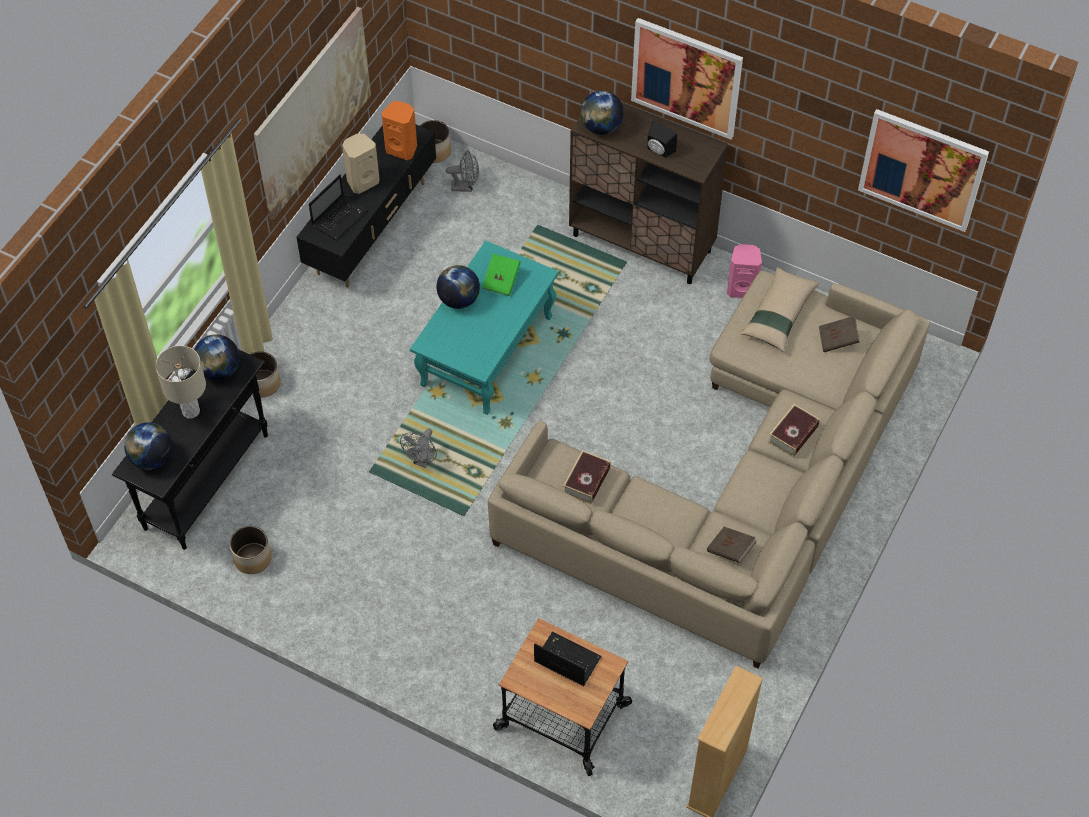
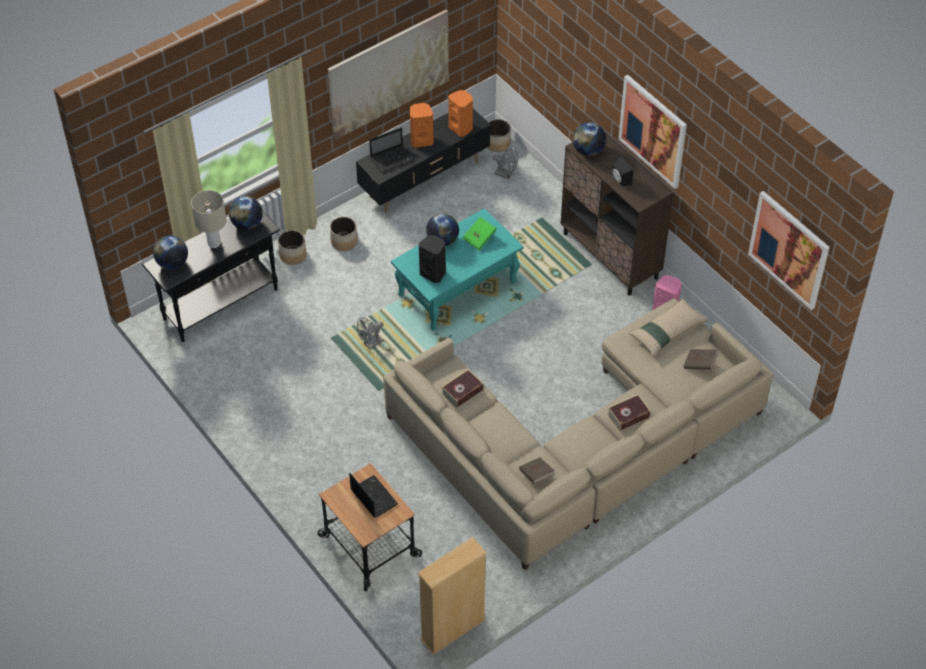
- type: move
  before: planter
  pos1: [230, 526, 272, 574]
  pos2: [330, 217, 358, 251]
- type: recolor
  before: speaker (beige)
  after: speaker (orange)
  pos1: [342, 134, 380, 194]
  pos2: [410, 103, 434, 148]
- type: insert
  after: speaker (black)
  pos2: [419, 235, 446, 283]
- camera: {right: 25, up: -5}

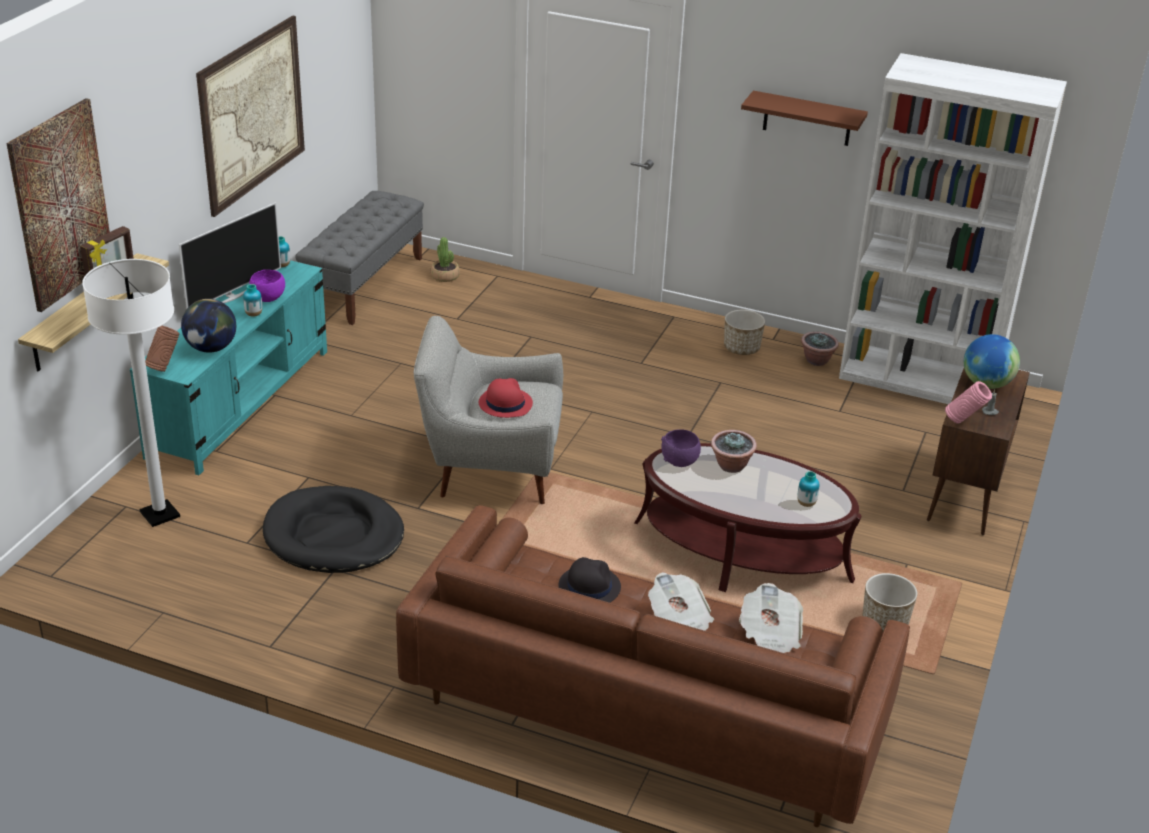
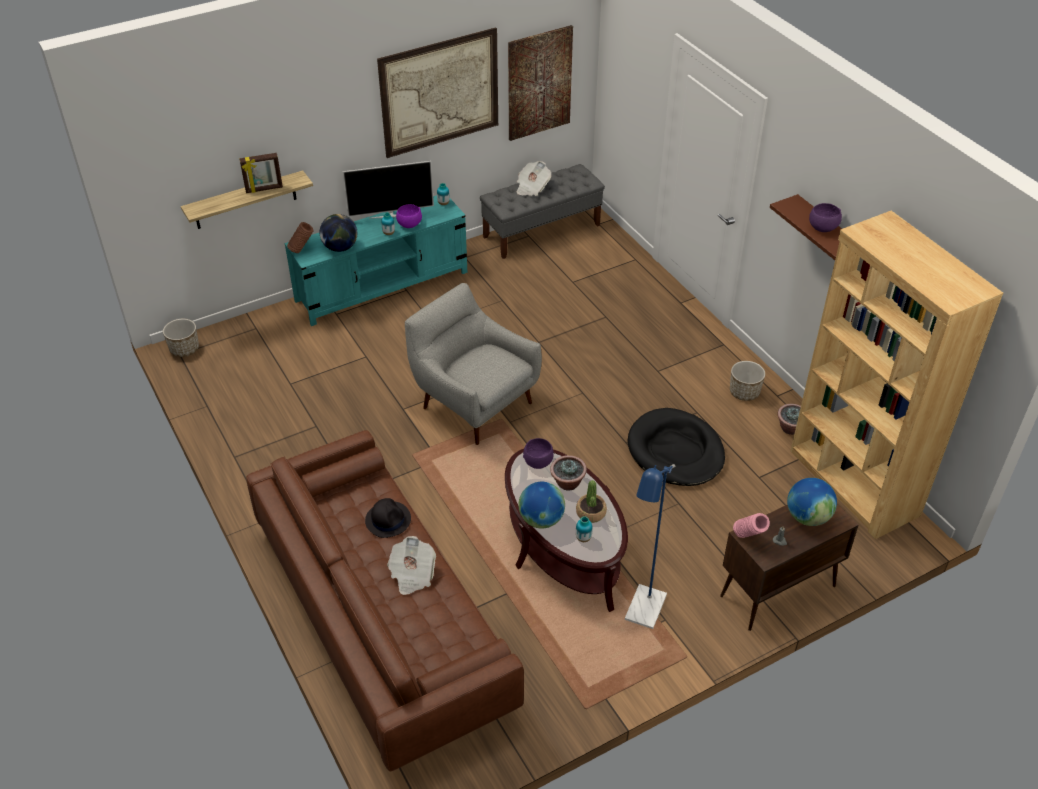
- type: move
  before: planter
  pos1: [863, 573, 917, 632]
  pos2: [163, 319, 199, 357]
- type: move
  before: picture
  pos1: [7, 98, 110, 312]
  pos2: [508, 25, 573, 141]
- type: move
  before: newspaper
  pos1: [739, 583, 803, 653]
  pos2: [517, 161, 551, 196]
- type: insert
  after: globe
  pos2: [518, 482, 565, 529]
- type: move
  before: potted plant
  pos1: [431, 237, 460, 282]
  pos2: [576, 480, 607, 523]
- type: insert
  after: floor lamp (blue)
  pos2: [625, 464, 675, 629]
- type: move
  before: dog bed (black)
  pos1: [263, 486, 404, 573]
  pos2: [628, 408, 725, 486]
- type: recolor
  before: bookcase (white)
  after: bookcase (brown)
  pos1: [839, 53, 1067, 404]
  pos2: [790, 211, 1003, 539]
- type: insert
  after: bowl (purple)
  pos2: [809, 203, 842, 232]
- type: delete
  before: floor lamp (white)
  pos1: [82, 259, 180, 527]
- type: delete
  before: hat (red)
  pos1: [479, 378, 533, 418]
- camera: {right: 40, up: 10}

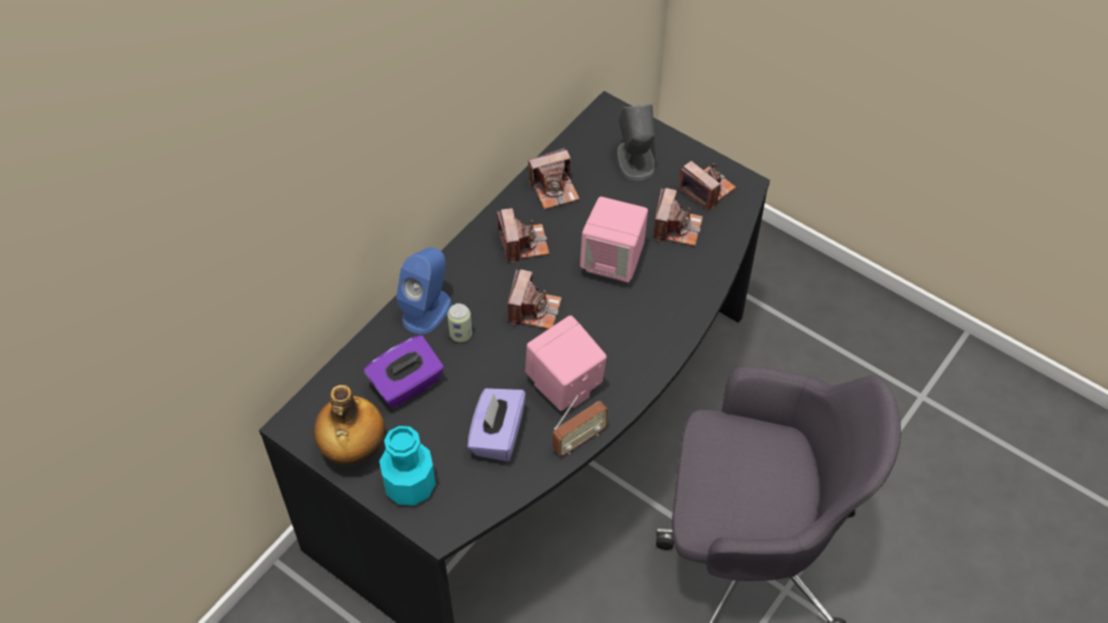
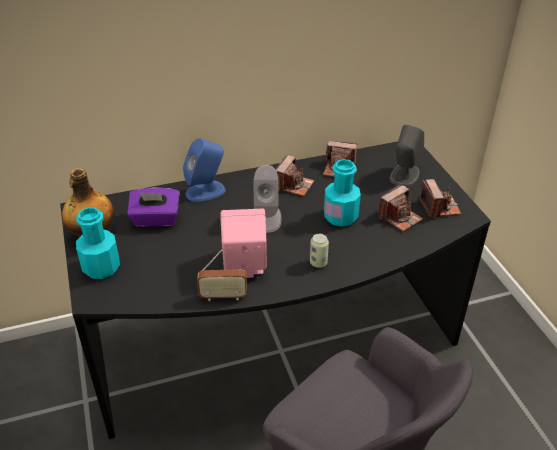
- type: replace
  before: photo camera
  after: speaker (grey)
  pos1: [508, 269, 562, 329]
  pos2: [254, 165, 282, 233]
- type: move
  before: can
  pos1: [447, 303, 472, 342]
  pos2: [310, 234, 329, 268]
- type: replace
  before: speaker (pink)
  after: bottle (turquoise)
  pos1: [580, 197, 648, 283]
  pos2: [324, 159, 361, 227]
- type: delete
  before: tissue box (purple)
  pos1: [468, 388, 526, 462]
- camera: {right: 35, up: -15}

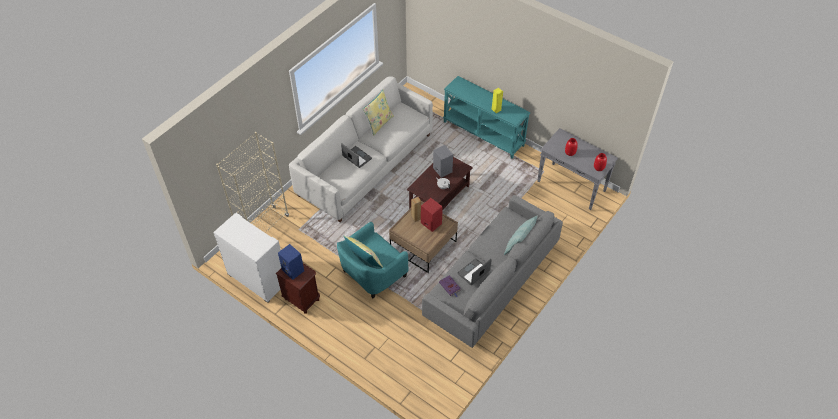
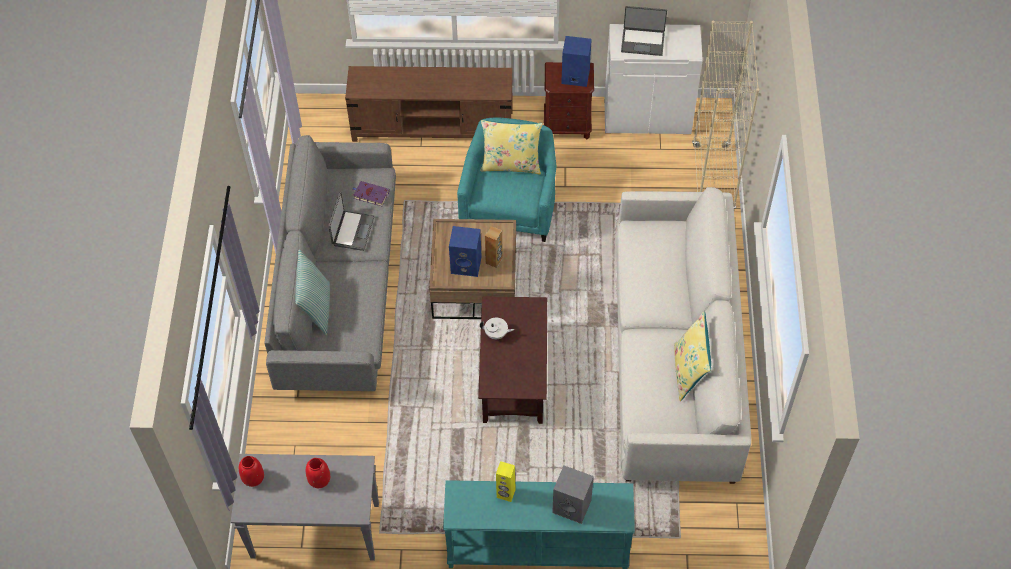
- type: insert
  after: tv stand (brown)
  pos2: [345, 66, 513, 142]
- type: recolor
  before: speaker (red)
  after: speaker (blue)
  pos1: [421, 198, 443, 232]
  pos2: [449, 226, 482, 277]
- type: move
  before: speaker (grey)
  pos1: [433, 145, 453, 178]
  pos2: [552, 466, 594, 524]
- type: move
  before: laptop
  pos1: [341, 143, 372, 168]
  pos2: [621, 6, 667, 56]
- camera: {right: 145, up: 5}

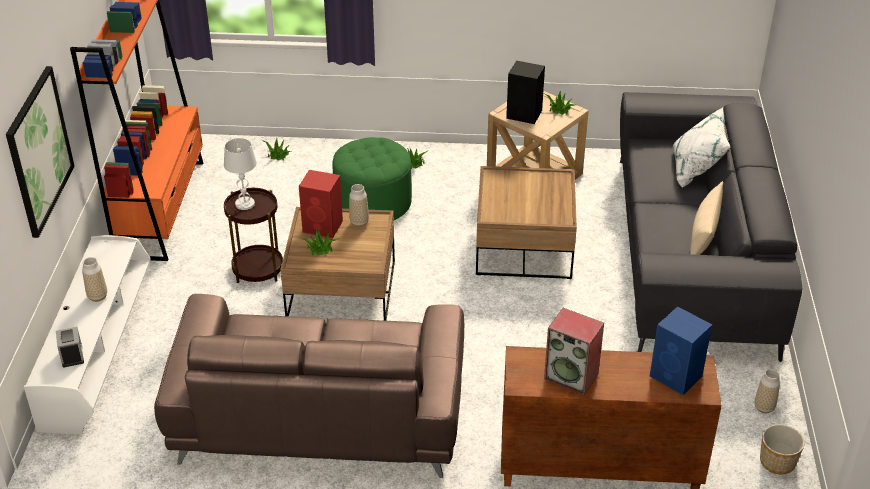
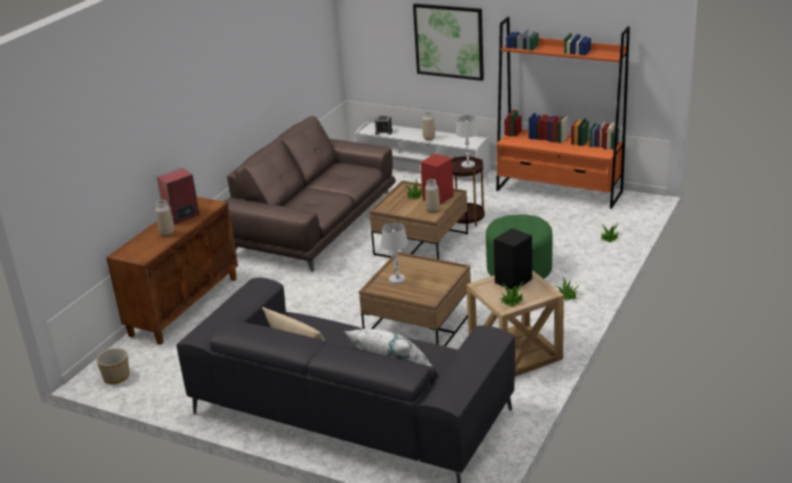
- type: move
  before: vase
  pos1: [755, 369, 780, 413]
  pos2: [156, 200, 175, 237]
- type: insert
  after: table lamp (white)
  pos2: [381, 222, 408, 284]
- type: delete
  before: speaker (blue)
  pos1: [650, 306, 712, 395]
- camera: {right: 115, up: -10}

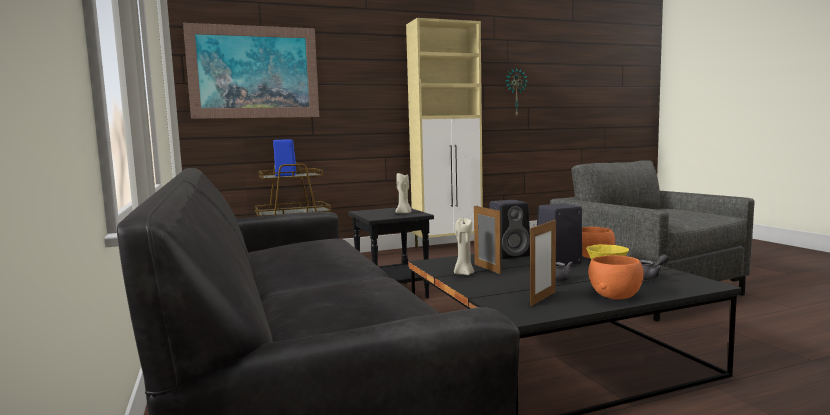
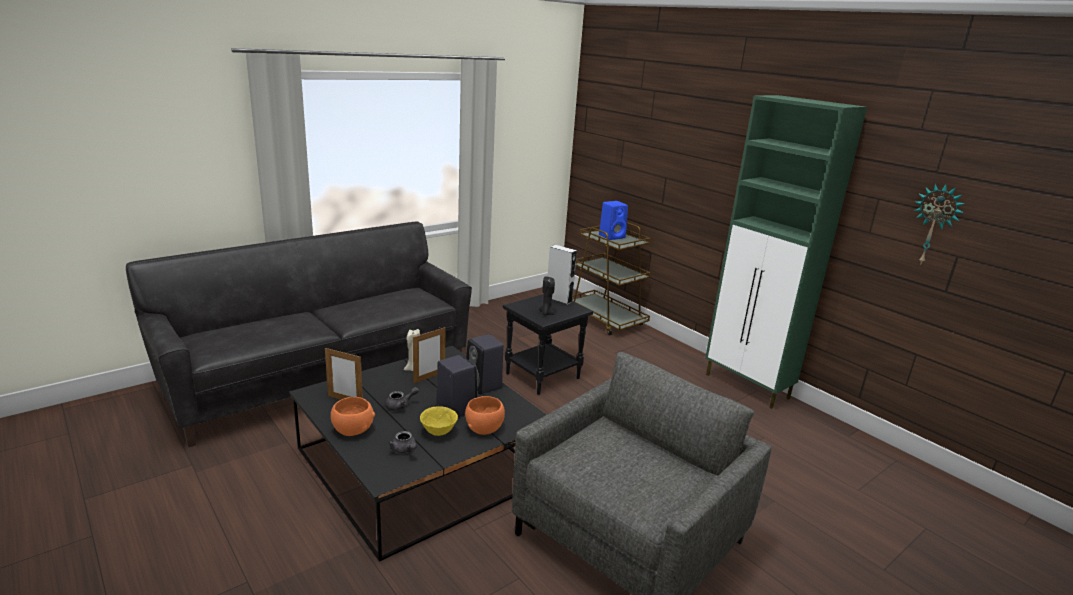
- type: recolor
  before: candle (beige)
  after: candle (black)
  pos1: [395, 172, 412, 213]
  pos2: [539, 276, 555, 316]
- type: insert
  after: speaker (grey)
  pos2: [548, 245, 577, 305]
- type: recolor
  before: cabinet (beige)
  after: cabinet (green)
  pos1: [406, 18, 483, 248]
  pos2: [705, 95, 867, 409]
- type: delete
  before: picture
  pos1: [183, 23, 319, 119]
- camera: {right: 70, up: 15}

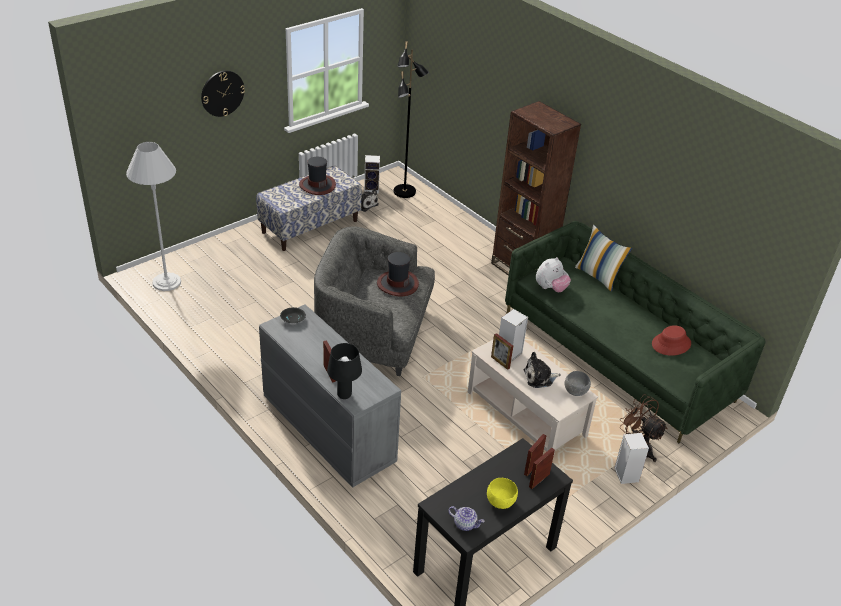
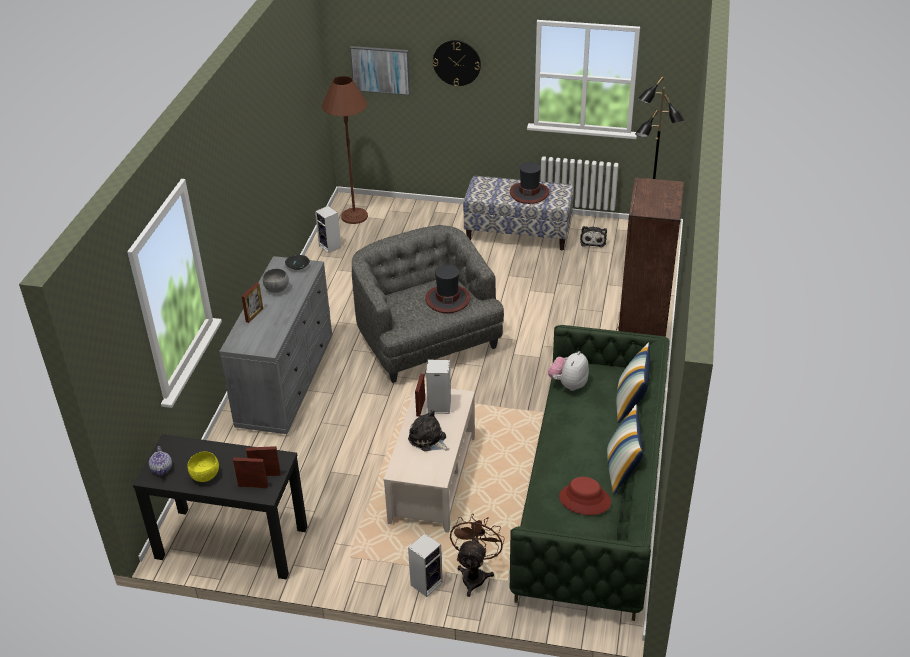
- type: move
  before: bowl (grey)
  pos1: [565, 371, 591, 396]
  pos2: [263, 269, 289, 293]
- type: move
  before: speaker
  pos1: [364, 155, 380, 194]
  pos2: [315, 206, 341, 253]
- type: recolor
  before: floor lamp (white)
  after: floor lamp (brown)
  pos1: [126, 142, 181, 291]
  pos2: [322, 76, 368, 224]
- type: insert
  after: picture
  pos2: [350, 46, 410, 96]
- type: rotate
  before: plush toy
  pos1: [536, 257, 571, 292]
  pos2: [548, 351, 589, 391]
  turn: 105
- type: insert
  after: pillow
  pos2: [607, 405, 643, 495]
- type: delete
  before: table lamp (black)
  pos1: [327, 343, 362, 399]
- camera: {right: 55, up: 0}

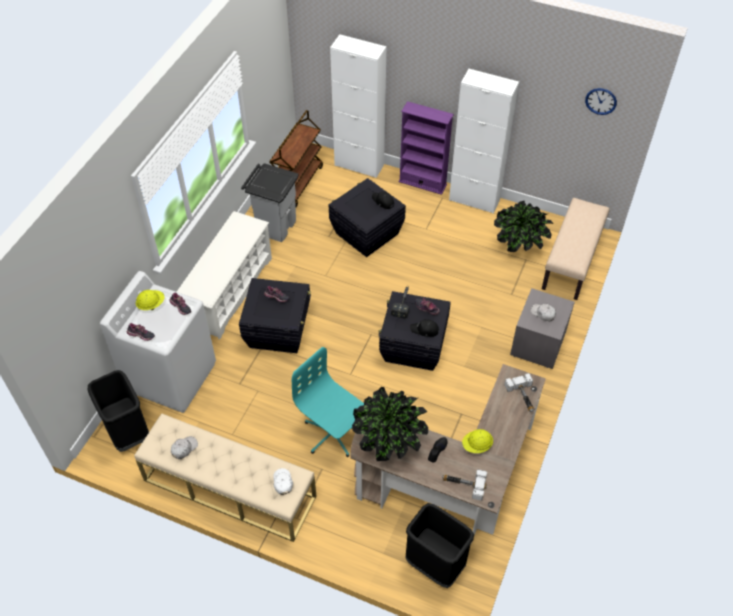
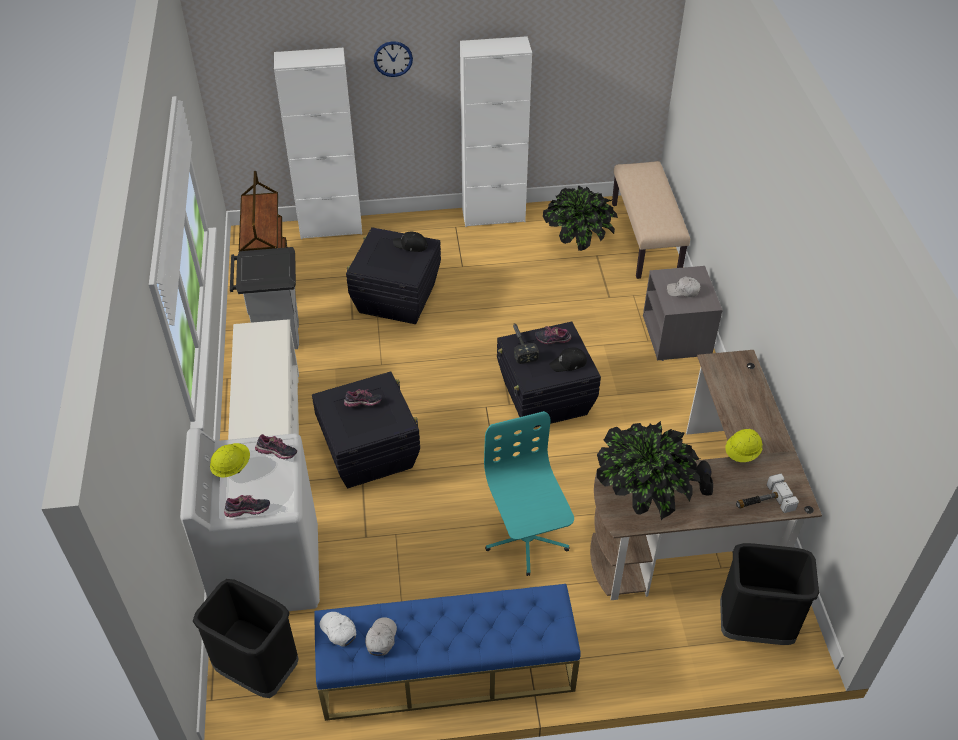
- type: recolor
  before: bench (beige)
  after: bench (blue)
  pos1: [134, 413, 317, 542]
  pos2: [315, 584, 581, 721]
- type: move
  before: cap (white)
  pos1: [273, 468, 293, 495]
  pos2: [320, 612, 356, 647]
- type: move
  before: wall clock
  pos1: [585, 88, 617, 115]
  pos2: [374, 41, 413, 77]
- type: rotate
  before: office chair (turquoise)
  pos1: [292, 347, 364, 457]
  pos2: [484, 411, 574, 576]
  turn: 60
- type: delete
  before: bookcase (purple)
  pos1: [399, 101, 454, 195]
- type: delete
  before: hammer
  pos1: [504, 373, 534, 412]
- camera: {right: -30, up: -5}

